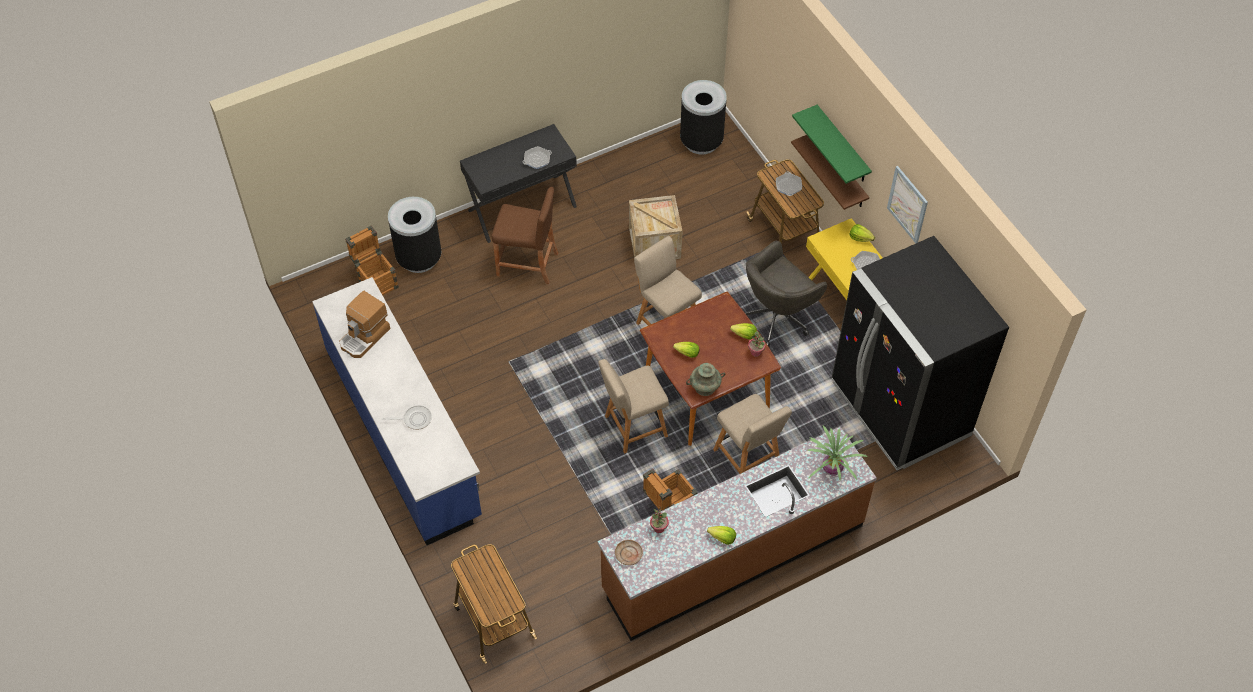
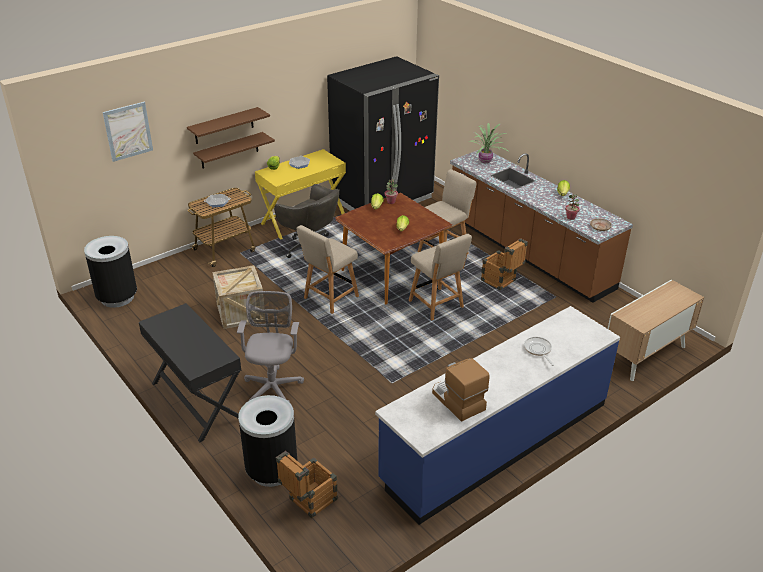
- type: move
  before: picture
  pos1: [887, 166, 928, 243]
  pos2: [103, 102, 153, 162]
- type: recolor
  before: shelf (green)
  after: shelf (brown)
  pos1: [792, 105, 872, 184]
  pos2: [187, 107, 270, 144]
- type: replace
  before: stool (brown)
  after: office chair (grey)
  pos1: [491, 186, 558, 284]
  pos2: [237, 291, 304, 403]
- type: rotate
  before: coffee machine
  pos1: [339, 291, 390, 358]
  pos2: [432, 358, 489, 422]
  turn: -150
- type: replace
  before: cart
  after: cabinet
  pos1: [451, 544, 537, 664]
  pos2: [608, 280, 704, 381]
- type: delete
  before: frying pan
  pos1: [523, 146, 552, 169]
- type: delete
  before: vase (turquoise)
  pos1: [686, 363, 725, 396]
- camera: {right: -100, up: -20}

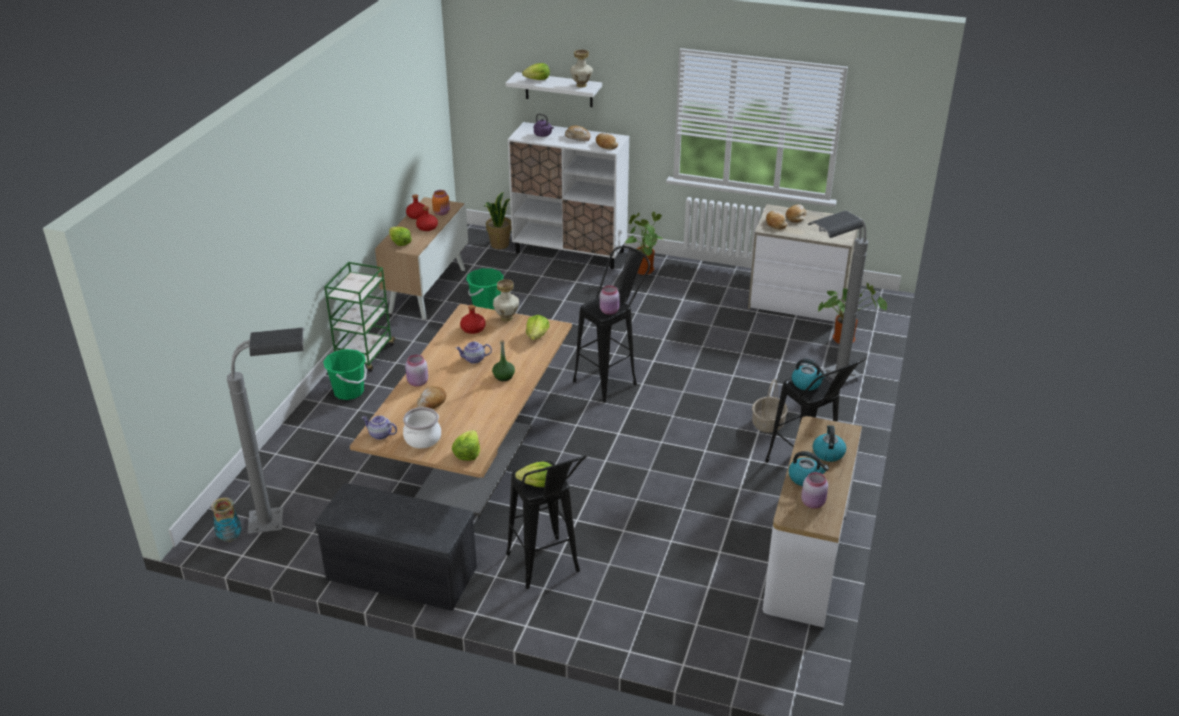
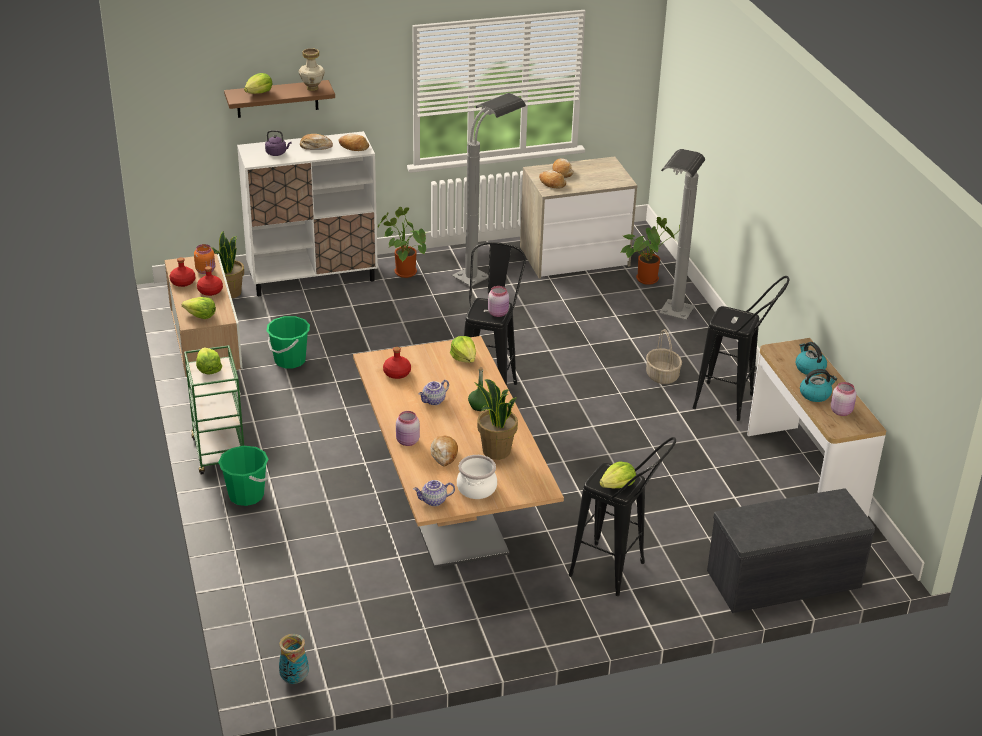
- type: move
  before: lettuce
  pos1: [452, 430, 480, 461]
  pos2: [196, 347, 222, 375]
- type: recolor
  before: shelf (white)
  after: shelf (brown)
  pos1: [506, 72, 602, 107]
  pos2: [224, 80, 335, 118]
- type: move
  before: floor lamp (grey)
  pos1: [227, 327, 304, 534]
  pos2: [452, 93, 526, 286]
- type: insert
  after: potted plant
  pos2: [474, 379, 518, 460]
- type: move
  before: bench (grey)
  pos1: [315, 483, 477, 611]
  pos2: [707, 489, 875, 613]
- type: delete
  before: vase
  pos1: [493, 279, 519, 322]
- type: delete
  before: kettle
  pos1: [792, 359, 826, 391]
- camera: {right: -35, up: 0}

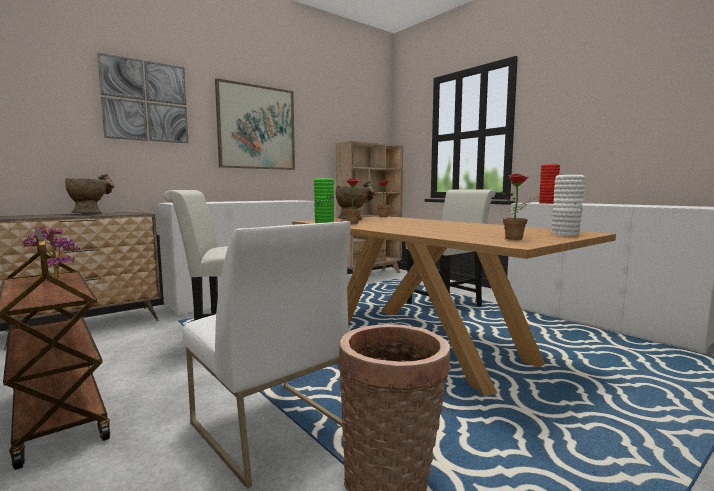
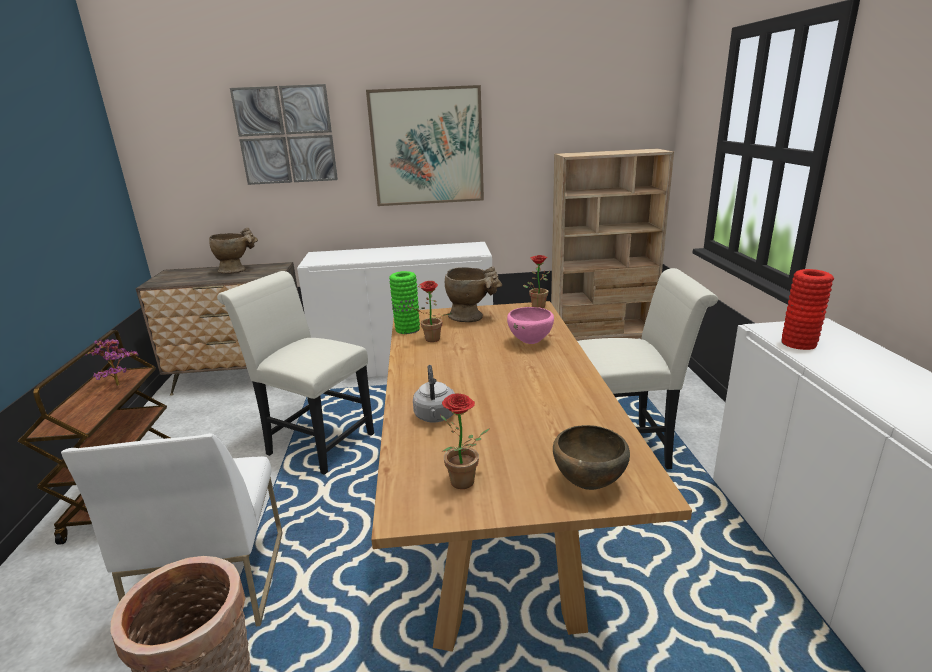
- type: insert
  after: kettle (grey)
  pos2: [413, 365, 455, 422]
- type: insert
  after: bowl (pink)
  pos2: [507, 307, 554, 344]
- type: replace
  before: vase (white)
  after: bowl (brown)
  pos1: [552, 175, 585, 236]
  pos2: [553, 425, 630, 490]
- camera: {right: 35, up: 15}

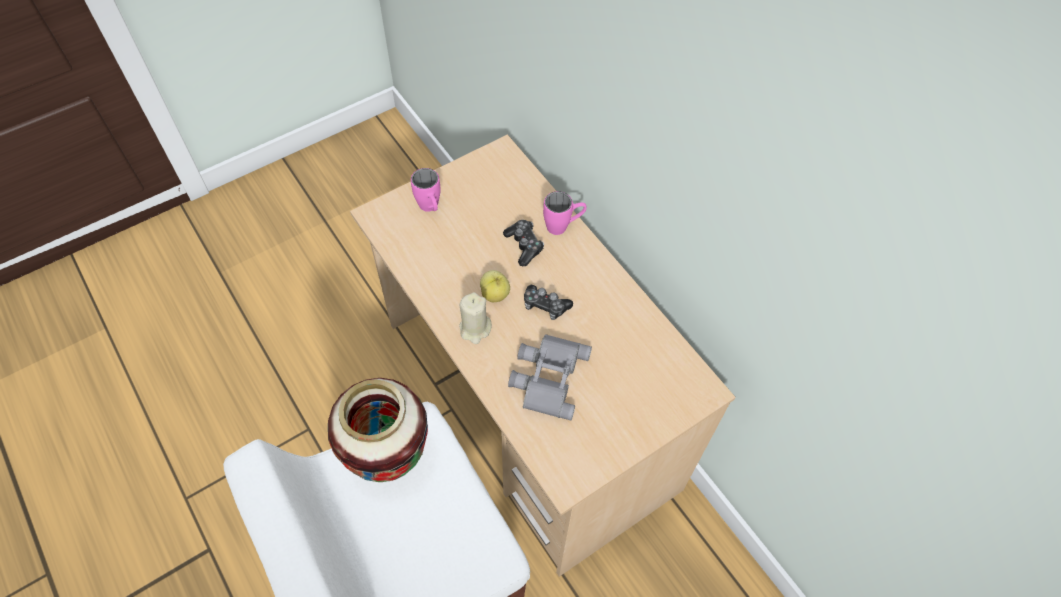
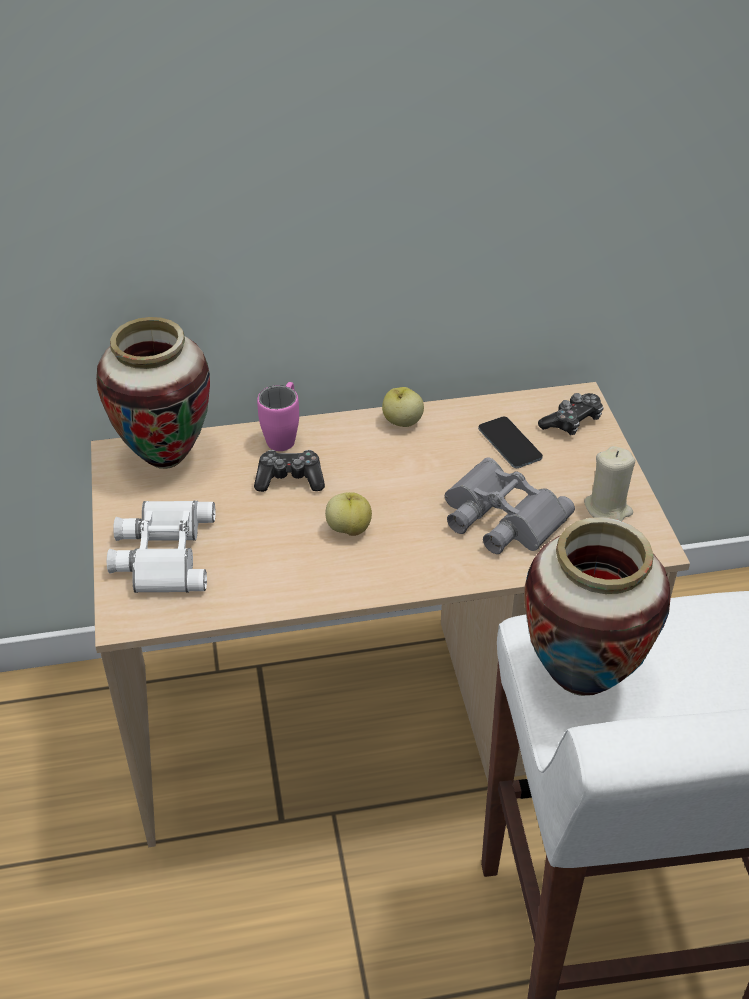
- type: insert
  after: vase
  pos2: [96, 317, 210, 469]
- type: replace
  before: mug (pink)
  after: binoculars (white)
  pos1: [411, 168, 441, 212]
  pos2: [107, 501, 215, 593]
- type: insert
  after: apple
  pos2: [382, 387, 424, 427]
- type: insert
  after: phone
  pos2: [478, 417, 543, 468]
- type: move
  before: game controller
  pos1: [524, 285, 573, 320]
  pos2: [538, 393, 604, 435]
- type: move
  before: candle (beige)
  pos1: [459, 292, 492, 344]
  pos2: [584, 446, 635, 521]
- camera: {right: -65, up: -15}

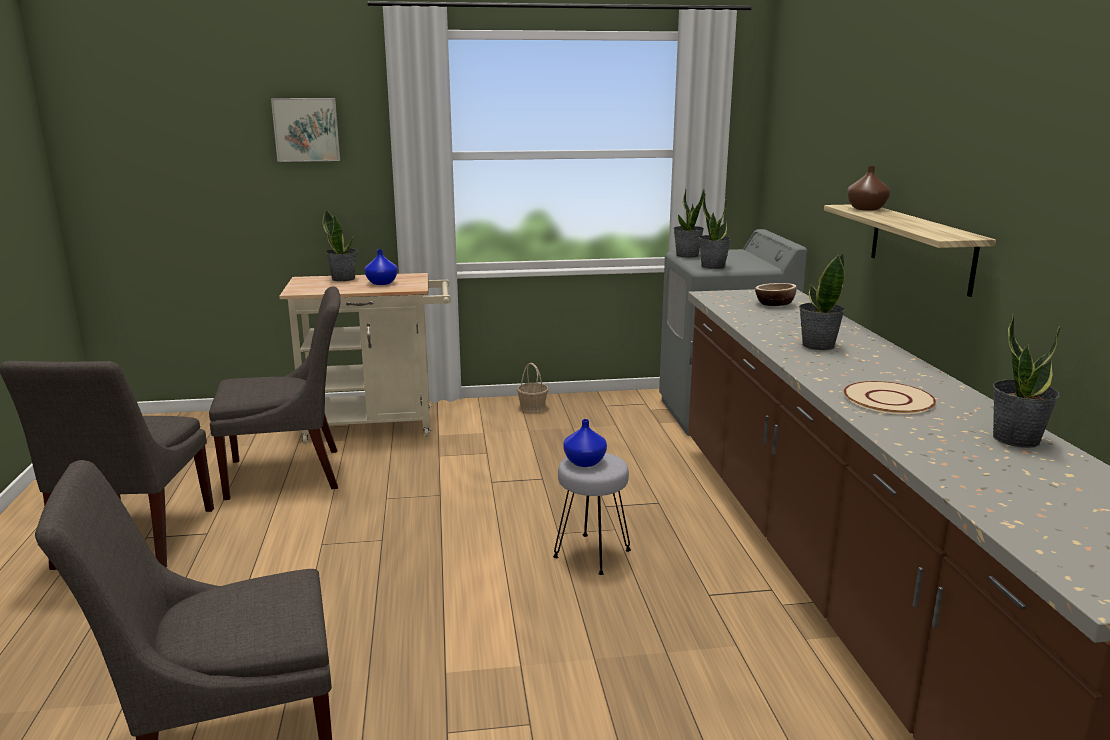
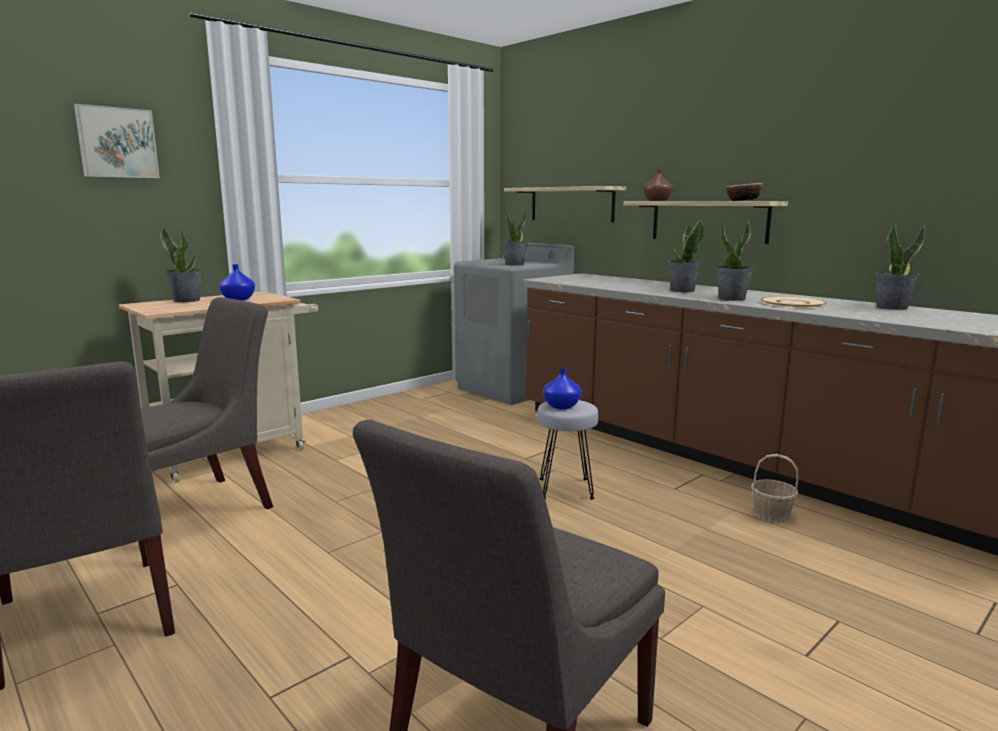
- type: insert
  after: shelf
  pos2: [504, 186, 626, 222]
- type: move
  before: potted plant
  pos1: [673, 189, 706, 258]
  pos2: [717, 220, 753, 301]
- type: move
  before: bowl
  pos1: [755, 283, 797, 306]
  pos2: [726, 183, 763, 201]
- type: move
  before: basket
  pos1: [517, 363, 549, 413]
  pos2: [751, 454, 799, 523]
- camera: {right: -35, up: -5}

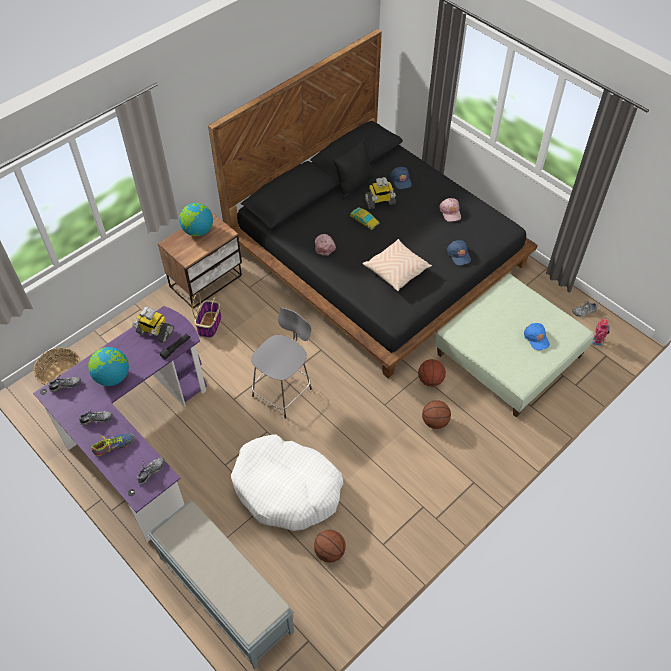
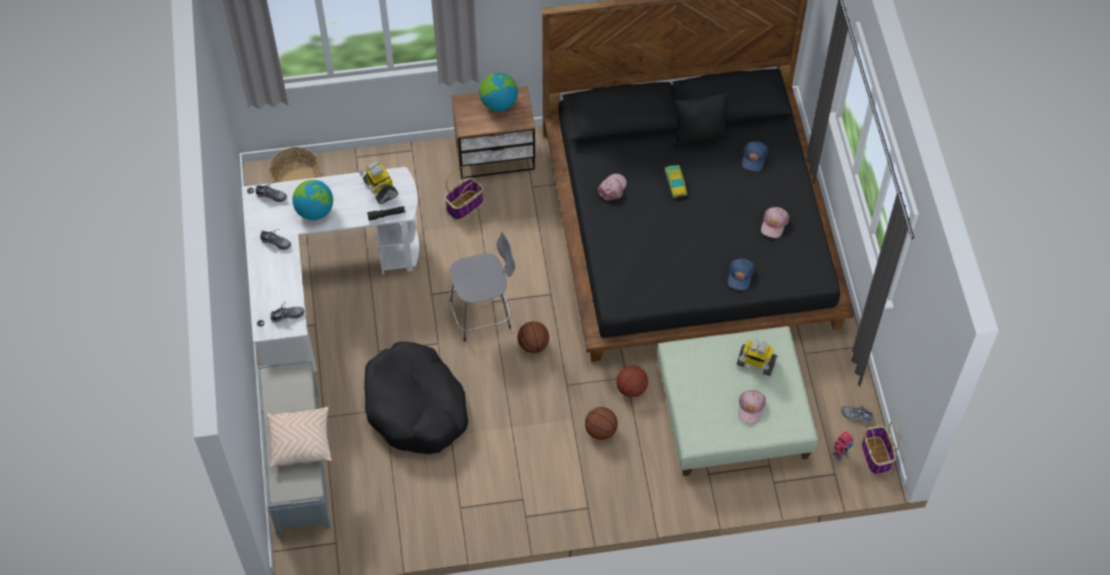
- type: recolor
  before: desk (purple)
  after: desk (white)
  pos1: [33, 306, 207, 542]
  pos2: [242, 167, 419, 372]
- type: move
  before: pillow (beige)
  pos1: [363, 239, 432, 291]
  pos2: [267, 407, 332, 468]
- type: recolor
  before: dog bed (white)
  after: dog bed (black)
  pos1: [231, 434, 343, 531]
  pos2: [364, 342, 468, 454]
- type: move
  before: basketball
  pos1: [314, 530, 346, 563]
  pos2: [518, 321, 549, 353]
- type: move
  before: toy robot
  pos1: [365, 177, 396, 209]
  pos2: [736, 339, 777, 376]
- type: recolor
  before: cap (blue)
  after: cap (pink)
  pos1: [524, 323, 550, 350]
  pos2: [738, 390, 766, 424]
- type: insert
  after: basket
  pos2: [862, 421, 900, 475]
- type: delete
  before: shoe
  pos1: [91, 433, 135, 456]
- camera: {right: 35, up: 5}

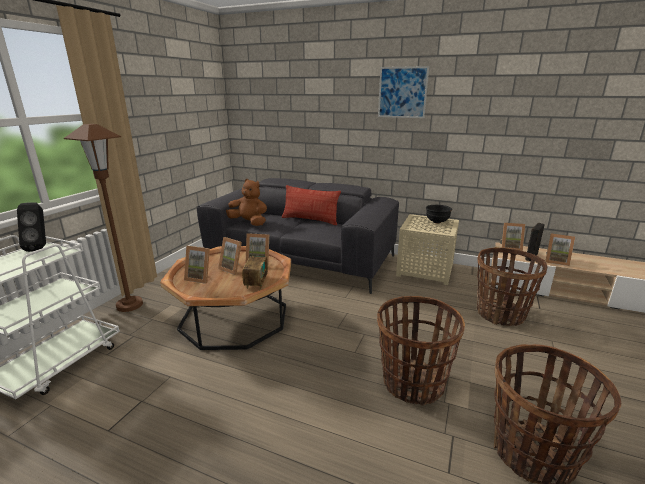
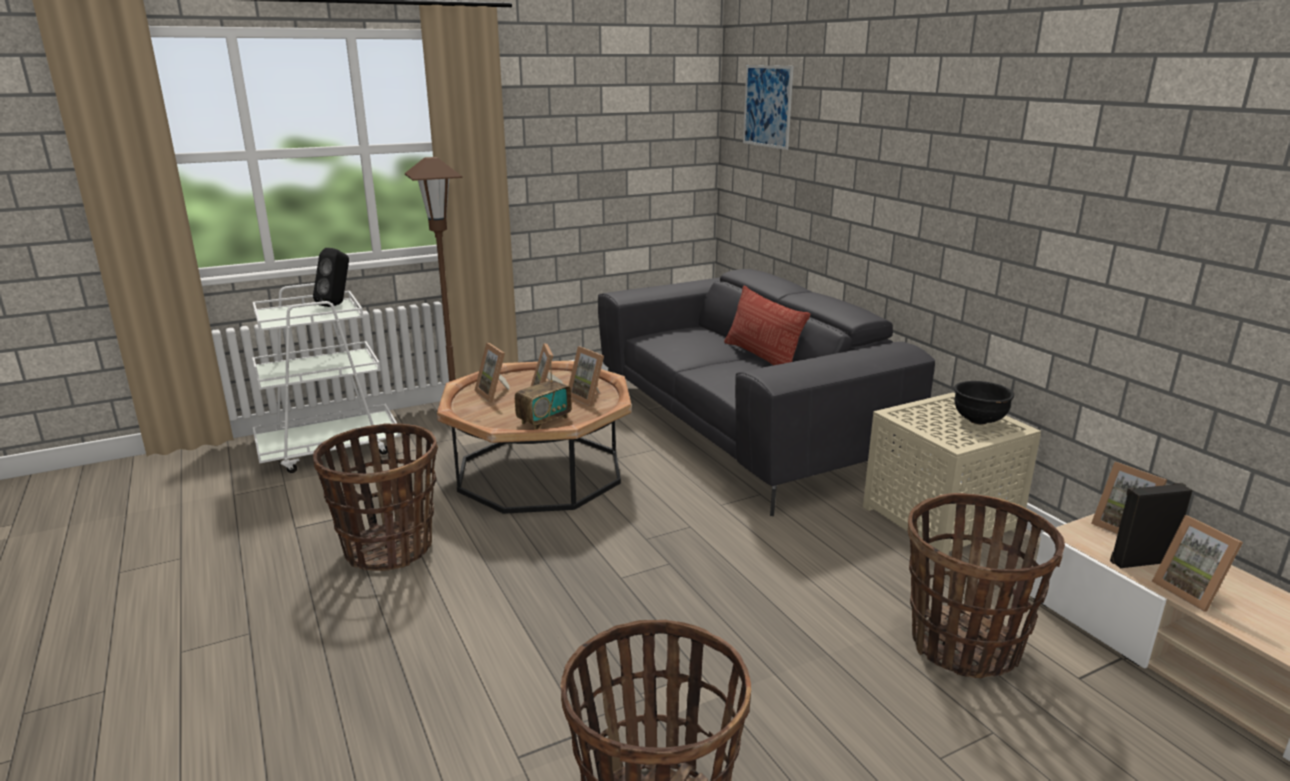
- type: move
  before: basket
  pos1: [377, 296, 465, 405]
  pos2: [313, 423, 438, 571]
- type: move
  before: picture
  pos1: [378, 66, 429, 118]
  pos2: [743, 65, 793, 150]
- type: delete
  before: plush toy (brown)
  pos1: [226, 179, 267, 226]
- camera: {right: 40, up: 0}

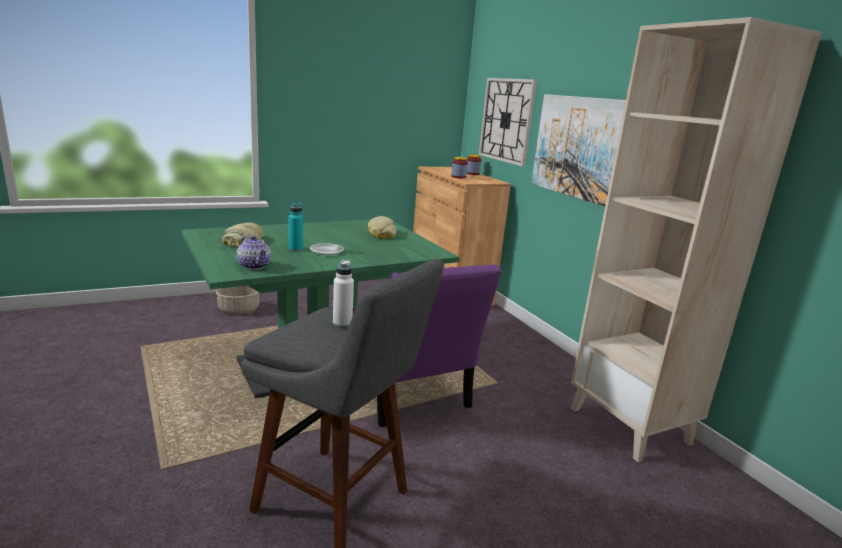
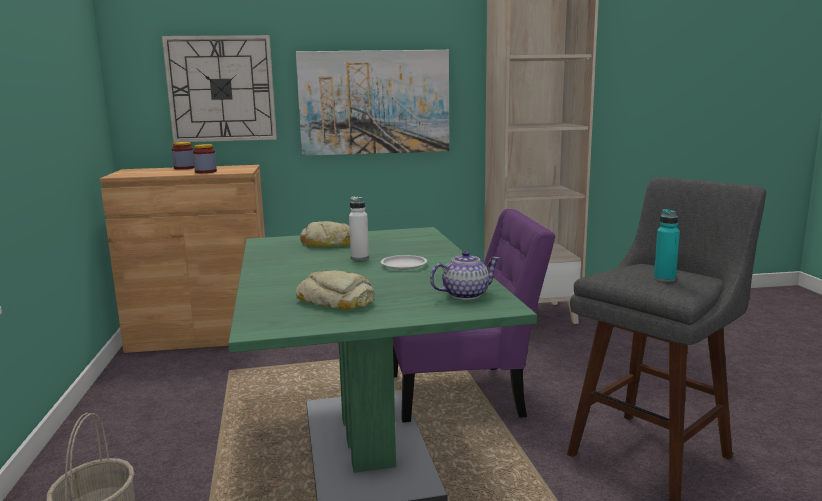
- type: move
  before: bottle (white)
  pos1: [333, 260, 354, 328]
  pos2: [349, 196, 369, 260]
- type: move
  before: bottle (turquoise)
  pos1: [288, 203, 303, 251]
  pos2: [654, 209, 680, 282]
- camera: {right: -70, up: -5}

